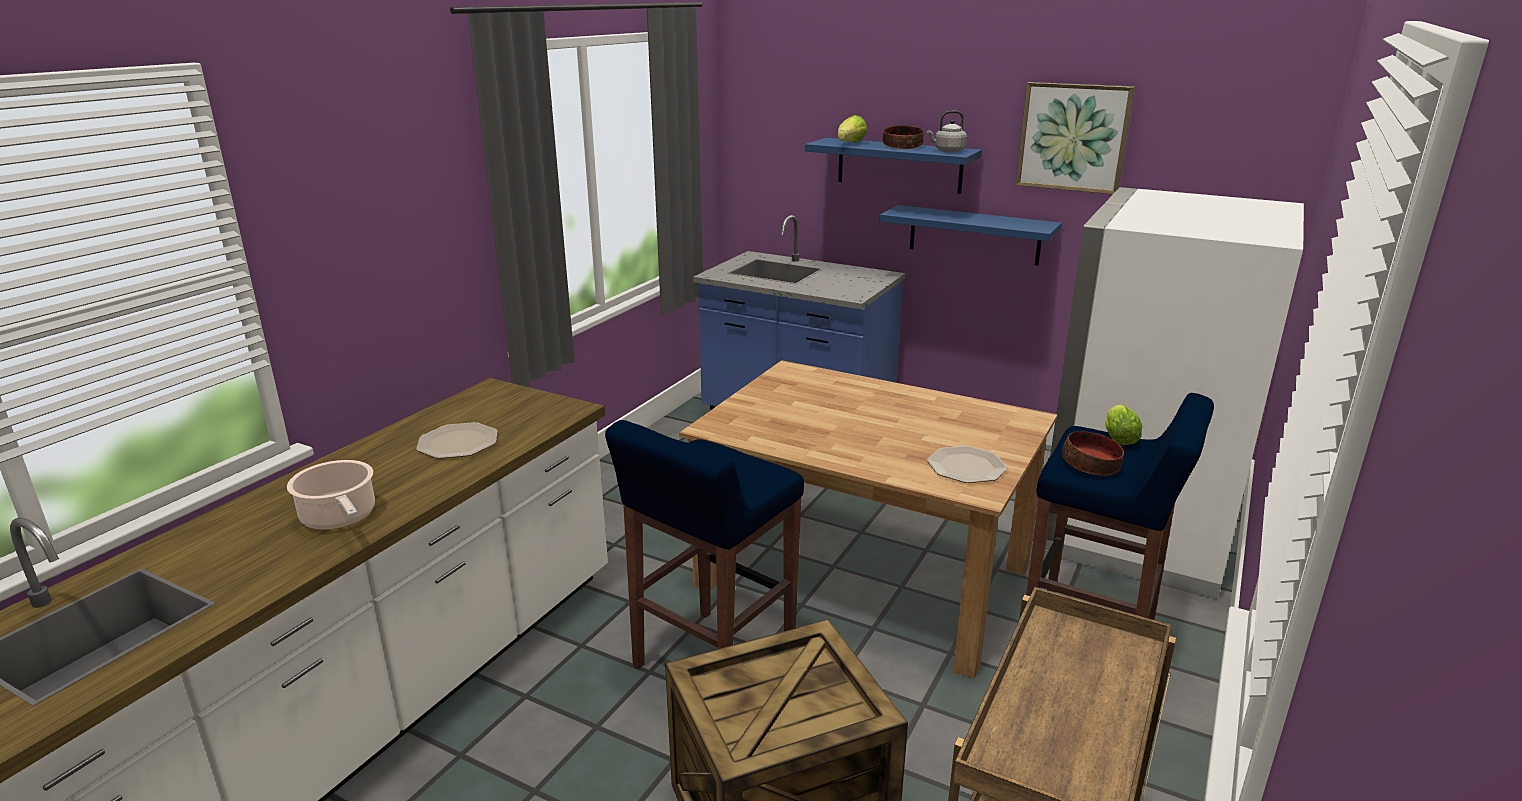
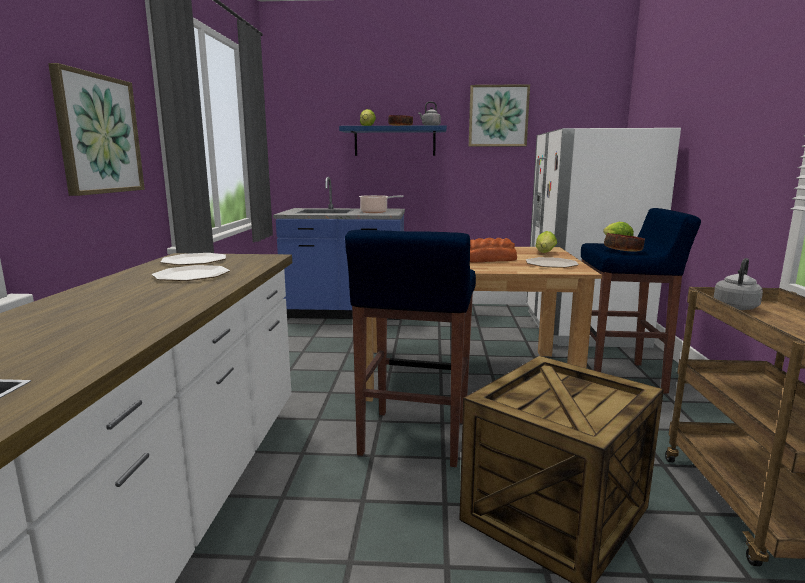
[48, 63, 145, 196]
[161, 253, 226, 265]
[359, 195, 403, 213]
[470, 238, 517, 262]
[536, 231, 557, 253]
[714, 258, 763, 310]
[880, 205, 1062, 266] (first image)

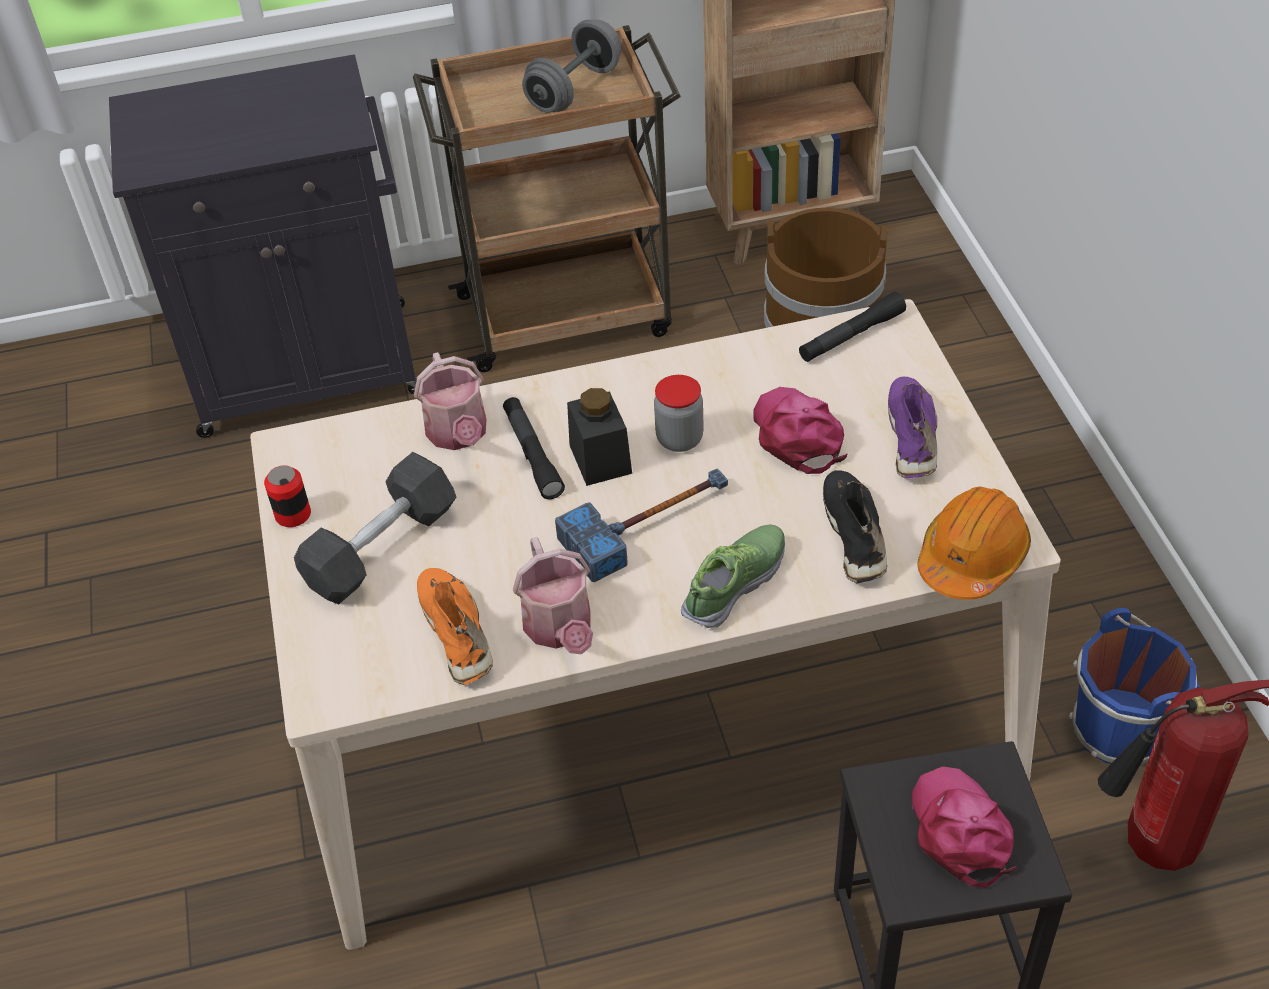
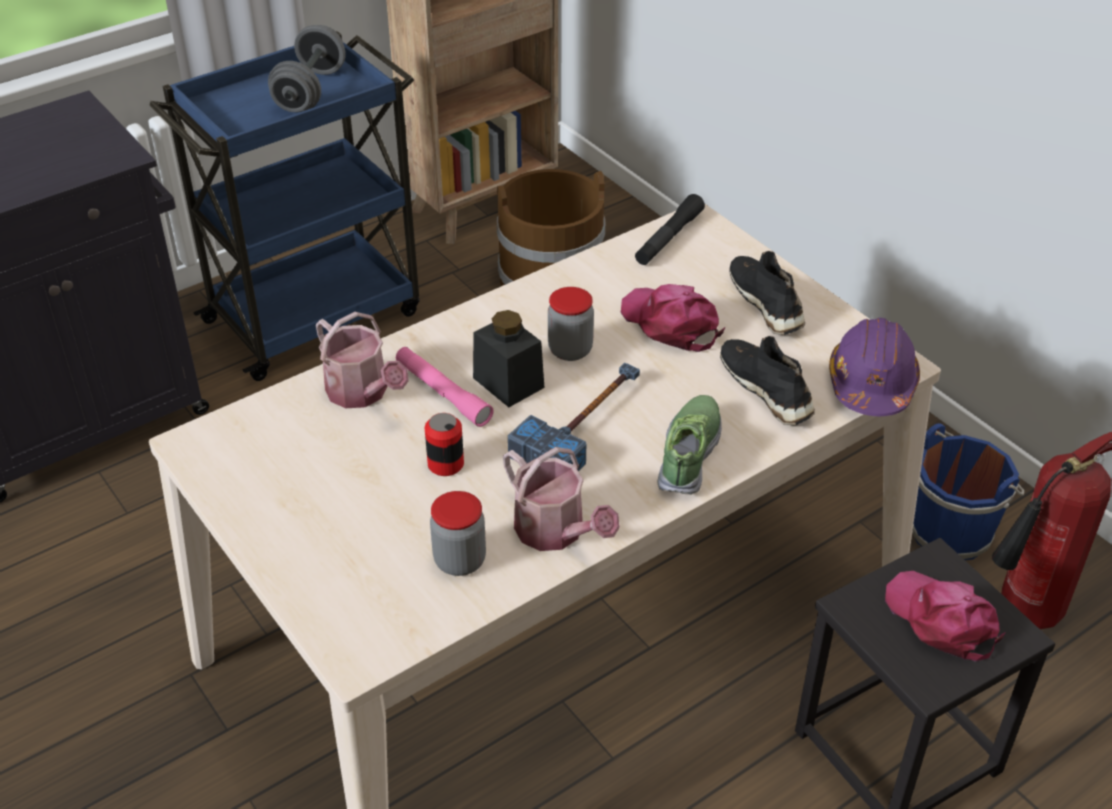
[149, 31, 419, 381]
[396, 347, 494, 427]
[425, 413, 464, 476]
[430, 491, 486, 576]
[729, 251, 805, 335]
[829, 318, 920, 416]
[294, 452, 456, 604] (first image)

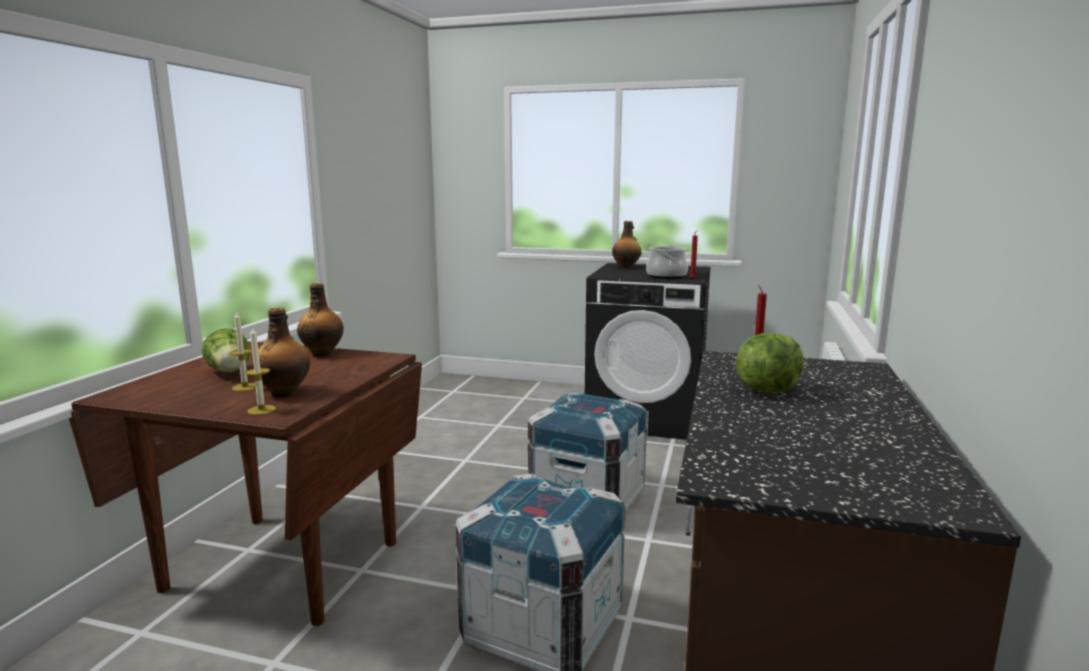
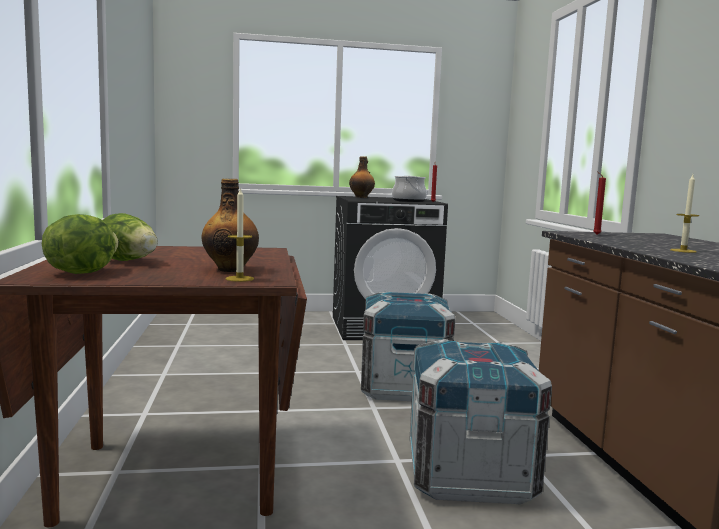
[42, 214, 119, 274]
[670, 175, 699, 253]
[297, 283, 344, 357] (first image)

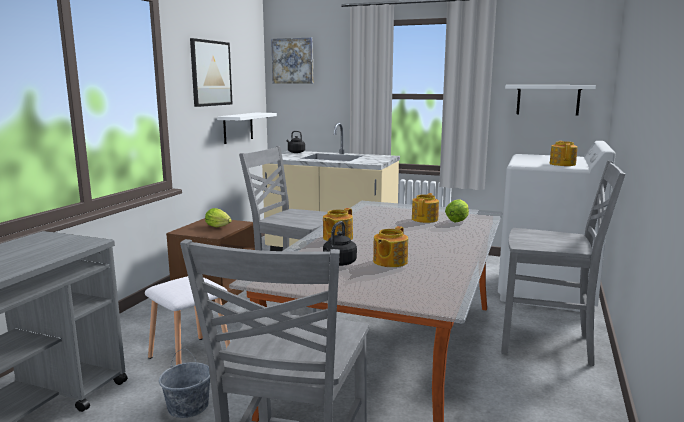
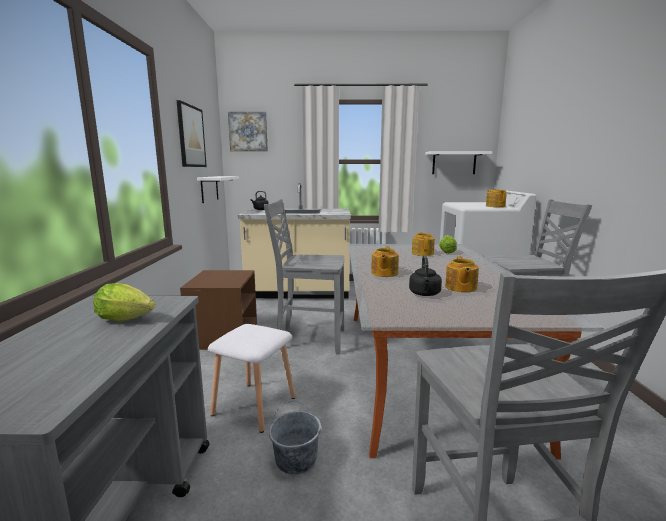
[93, 283, 155, 322]

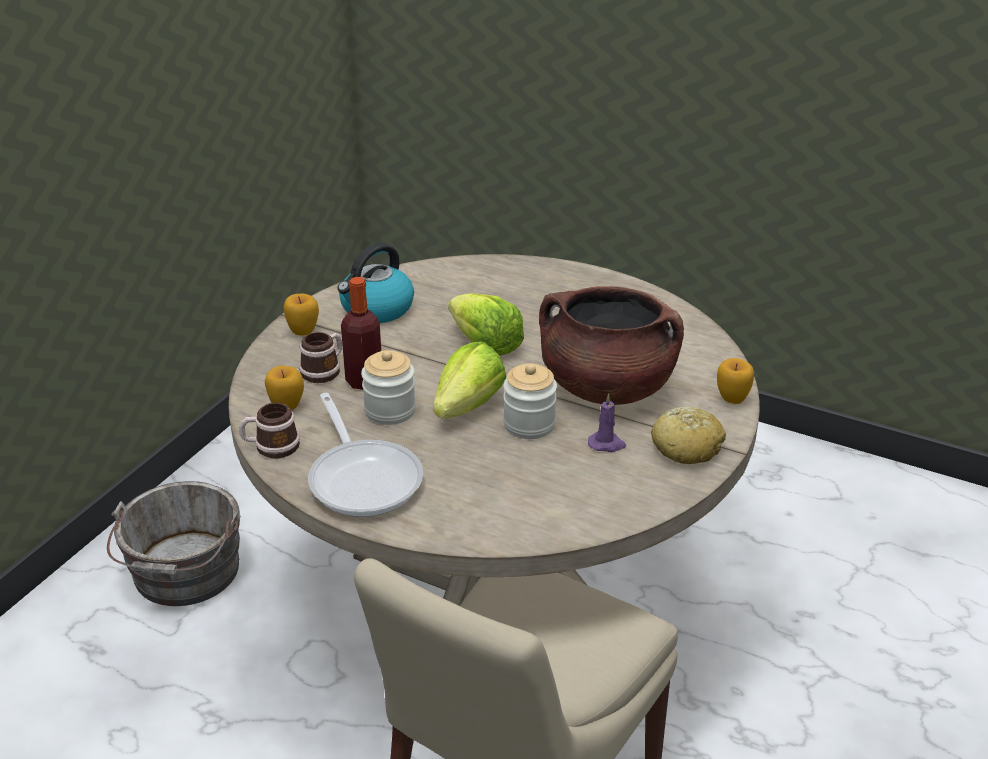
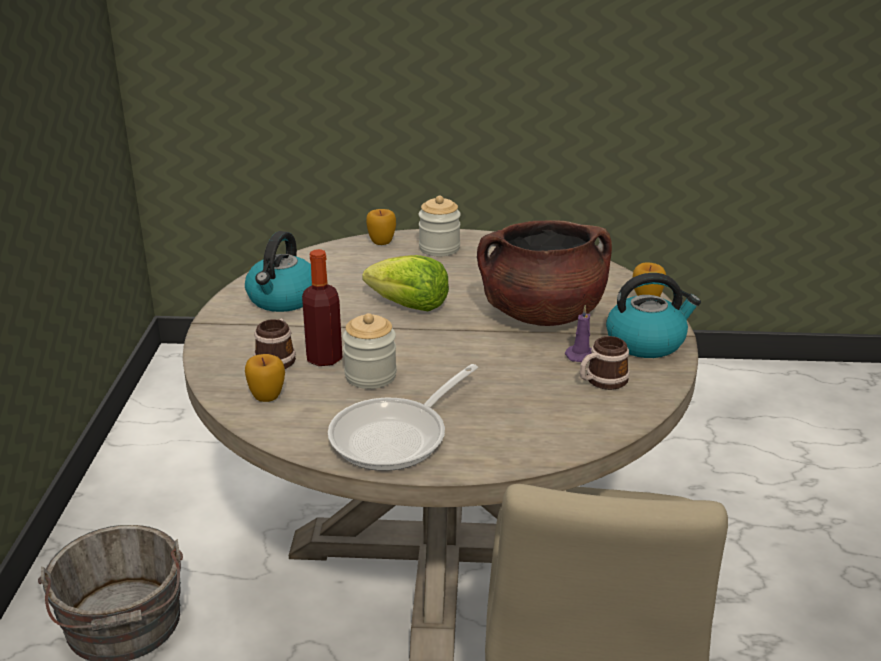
[328, 364, 478, 471]
[366, 209, 396, 245]
[419, 196, 461, 256]
[580, 336, 630, 390]
[606, 273, 701, 358]
[433, 342, 506, 419] (first image)

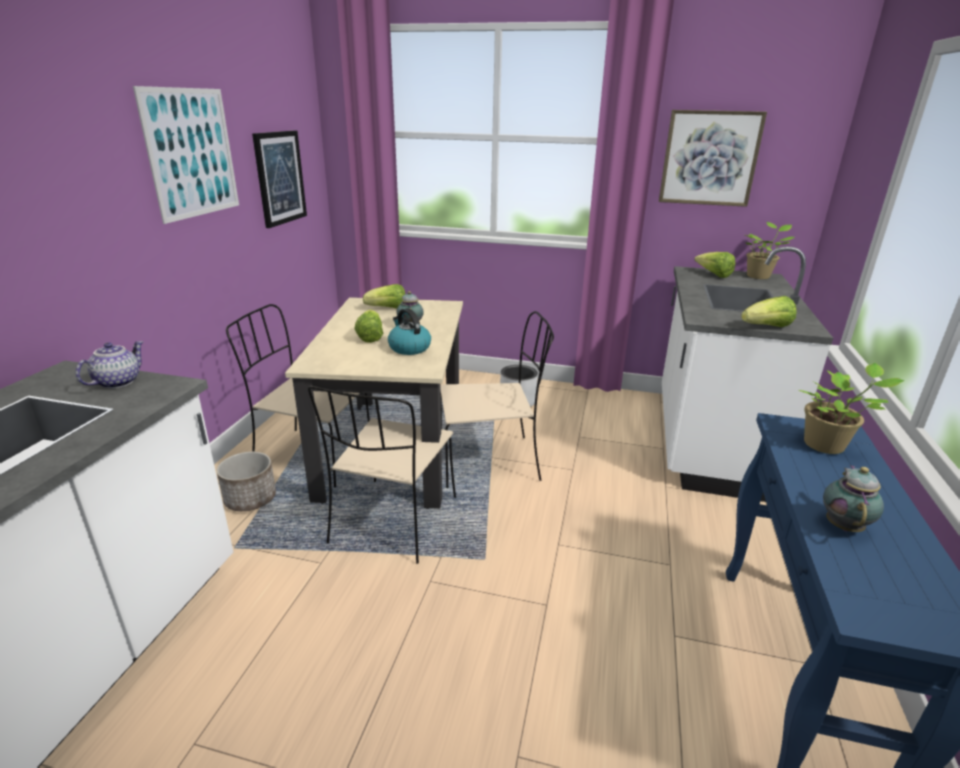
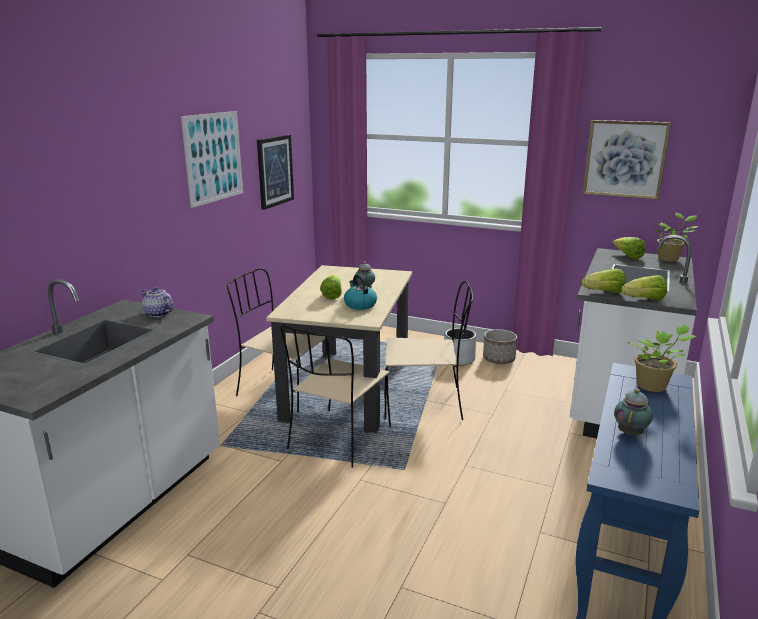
[140, 287, 174, 317]
[483, 329, 517, 364]
[582, 268, 626, 293]

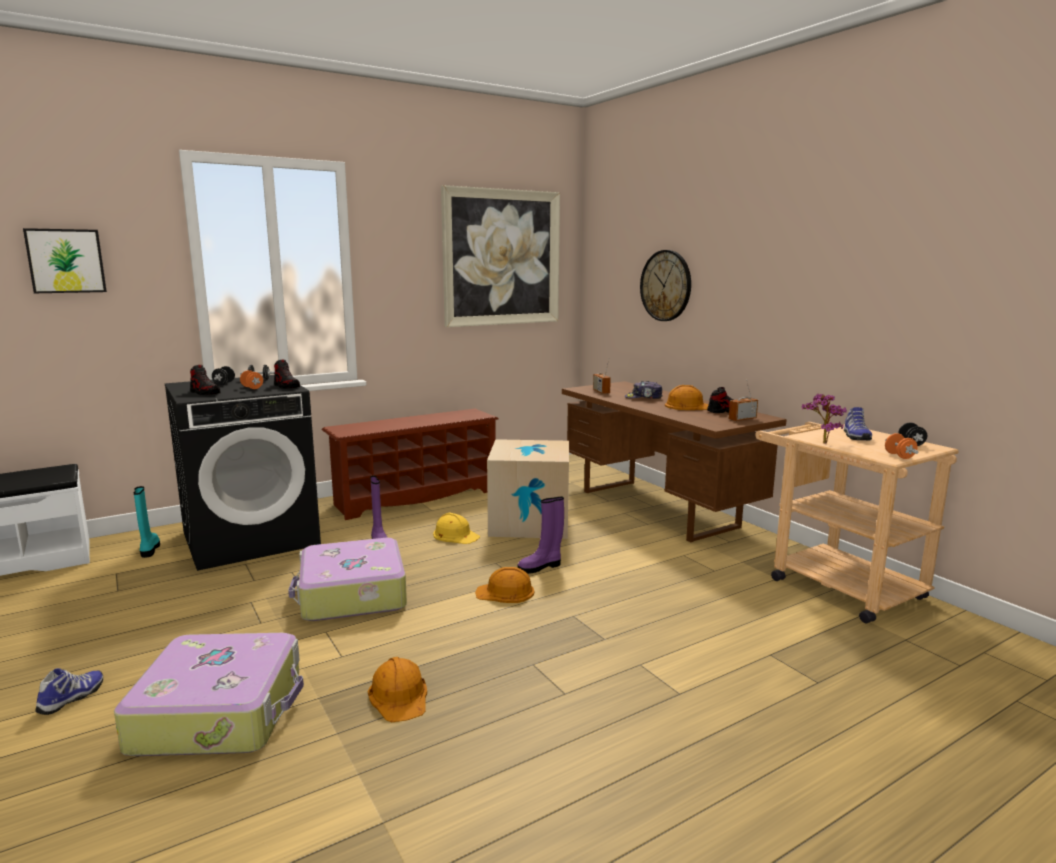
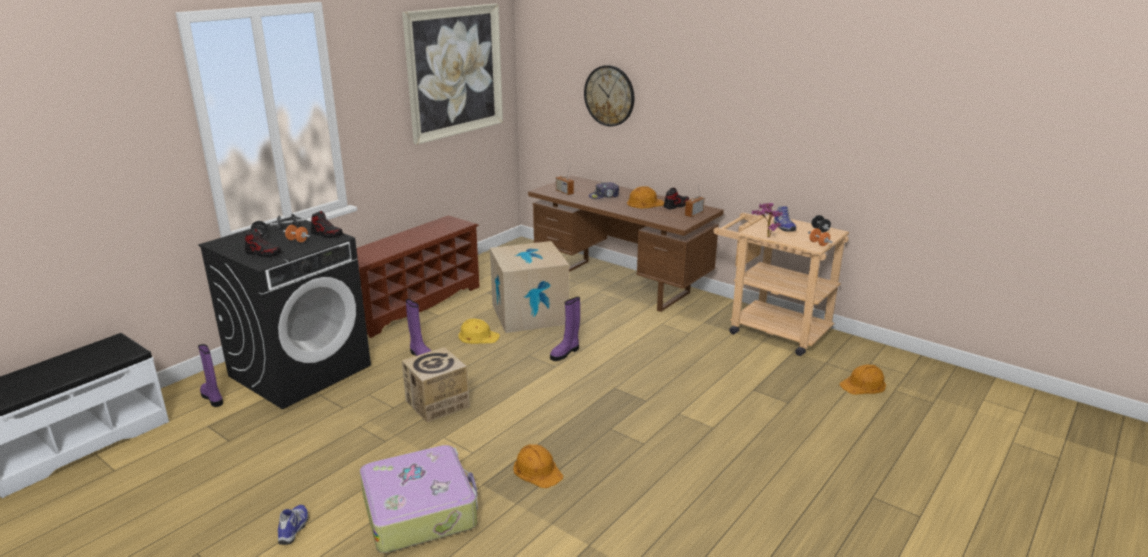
[198, 344, 223, 407]
[402, 347, 470, 422]
[839, 364, 886, 395]
[23, 228, 107, 293] (first image)

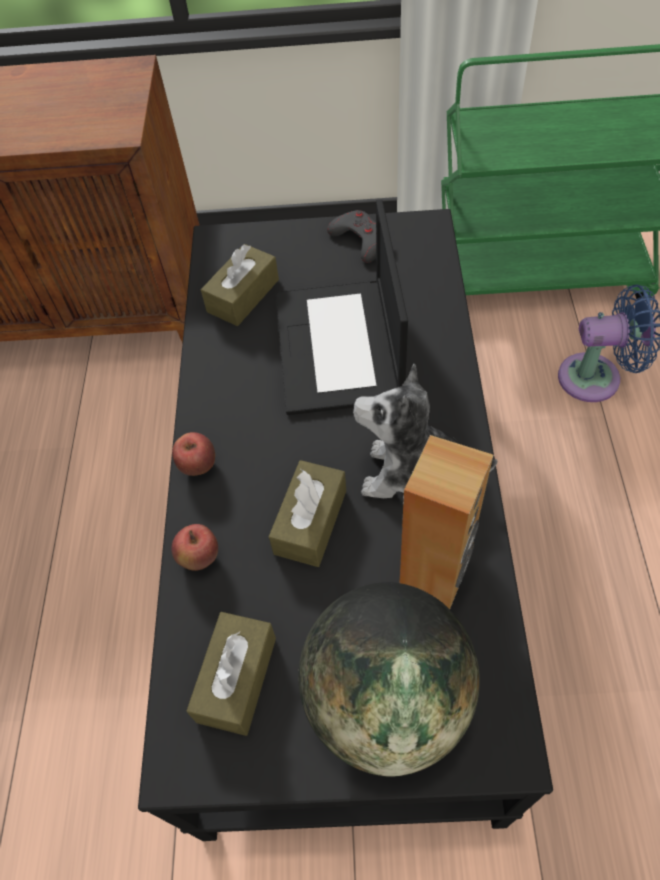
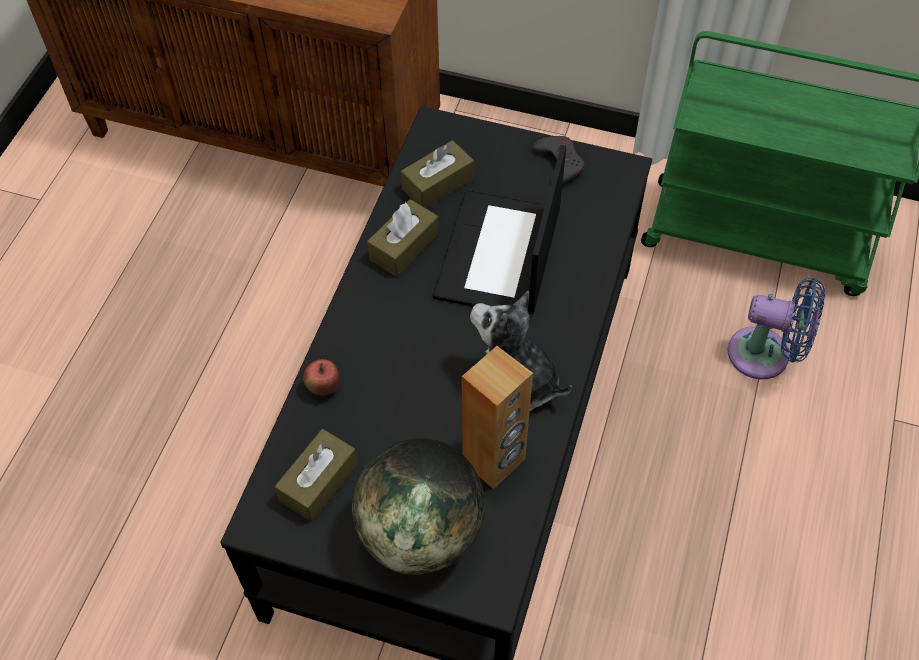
[367, 199, 439, 277]
[172, 432, 215, 476] (first image)

